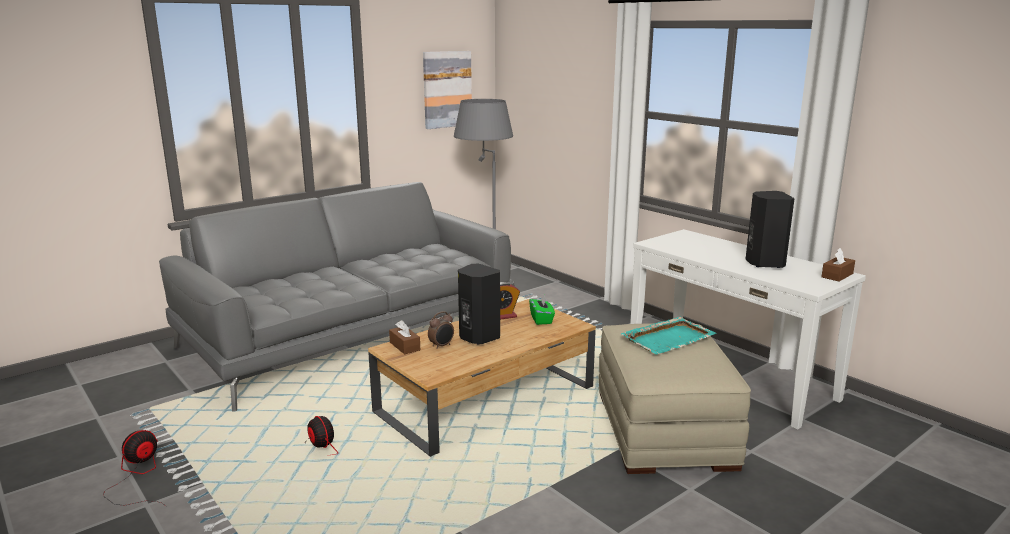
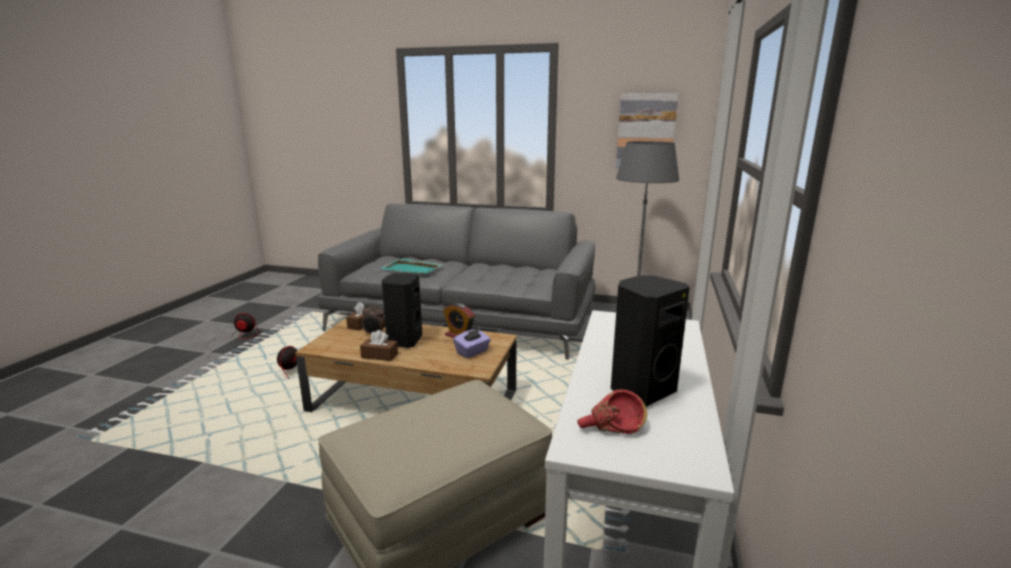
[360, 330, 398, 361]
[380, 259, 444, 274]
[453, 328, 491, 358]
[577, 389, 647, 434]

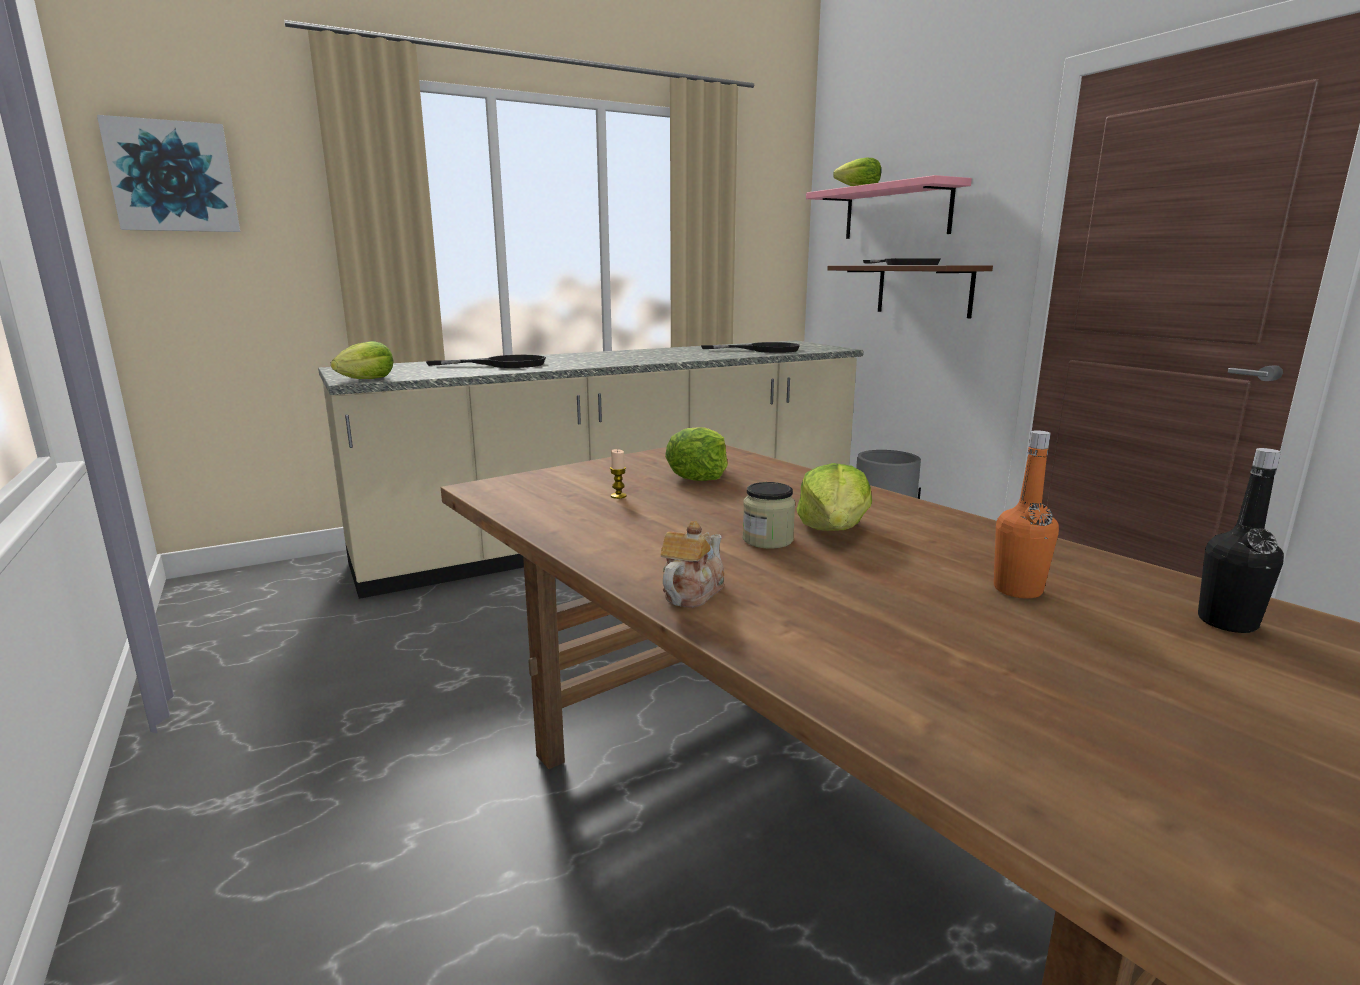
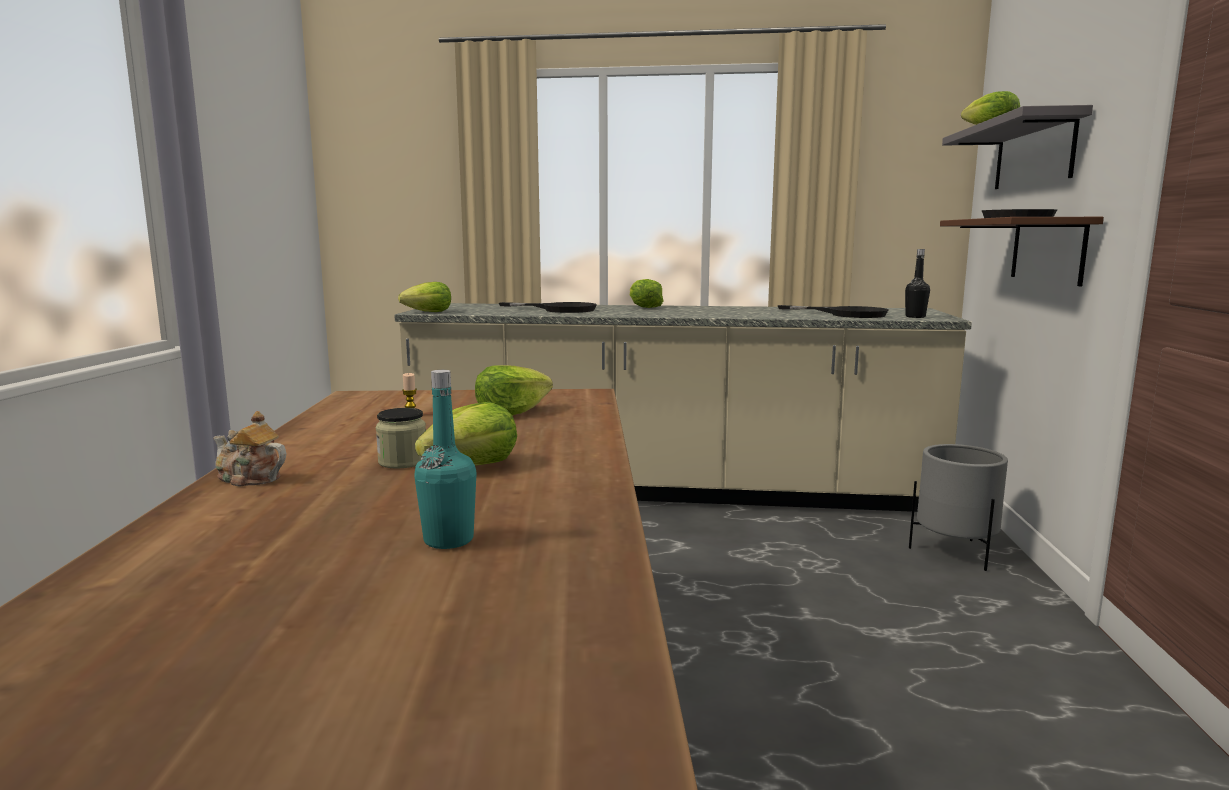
[213, 411, 286, 487]
[414, 370, 477, 549]
[630, 279, 664, 308]
[905, 249, 930, 318]
[942, 105, 1093, 189]
[97, 115, 240, 232] (first image)

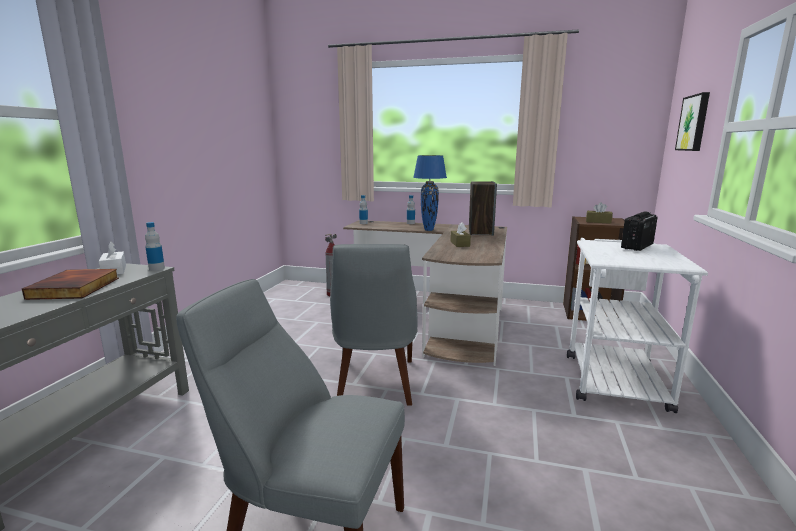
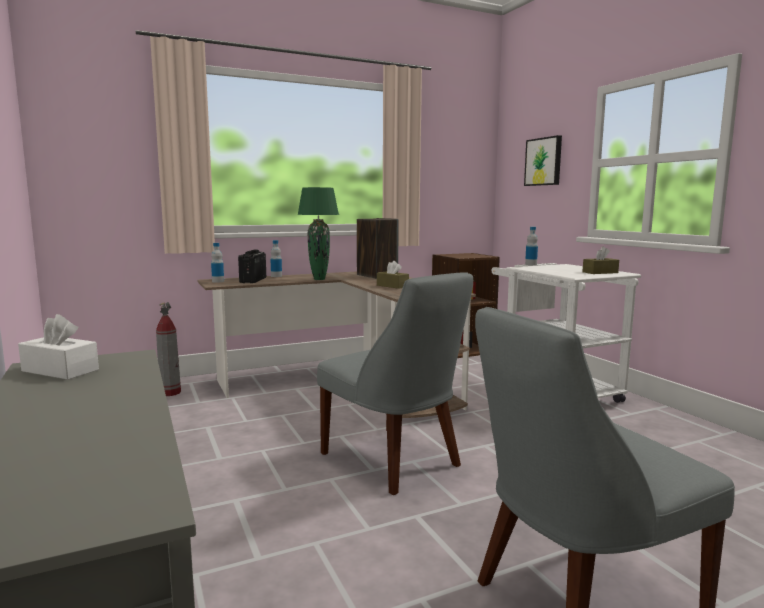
[238, 249, 266, 283]
[297, 187, 339, 280]
[525, 227, 538, 265]
[582, 246, 619, 274]
[22, 269, 119, 300] (first image)

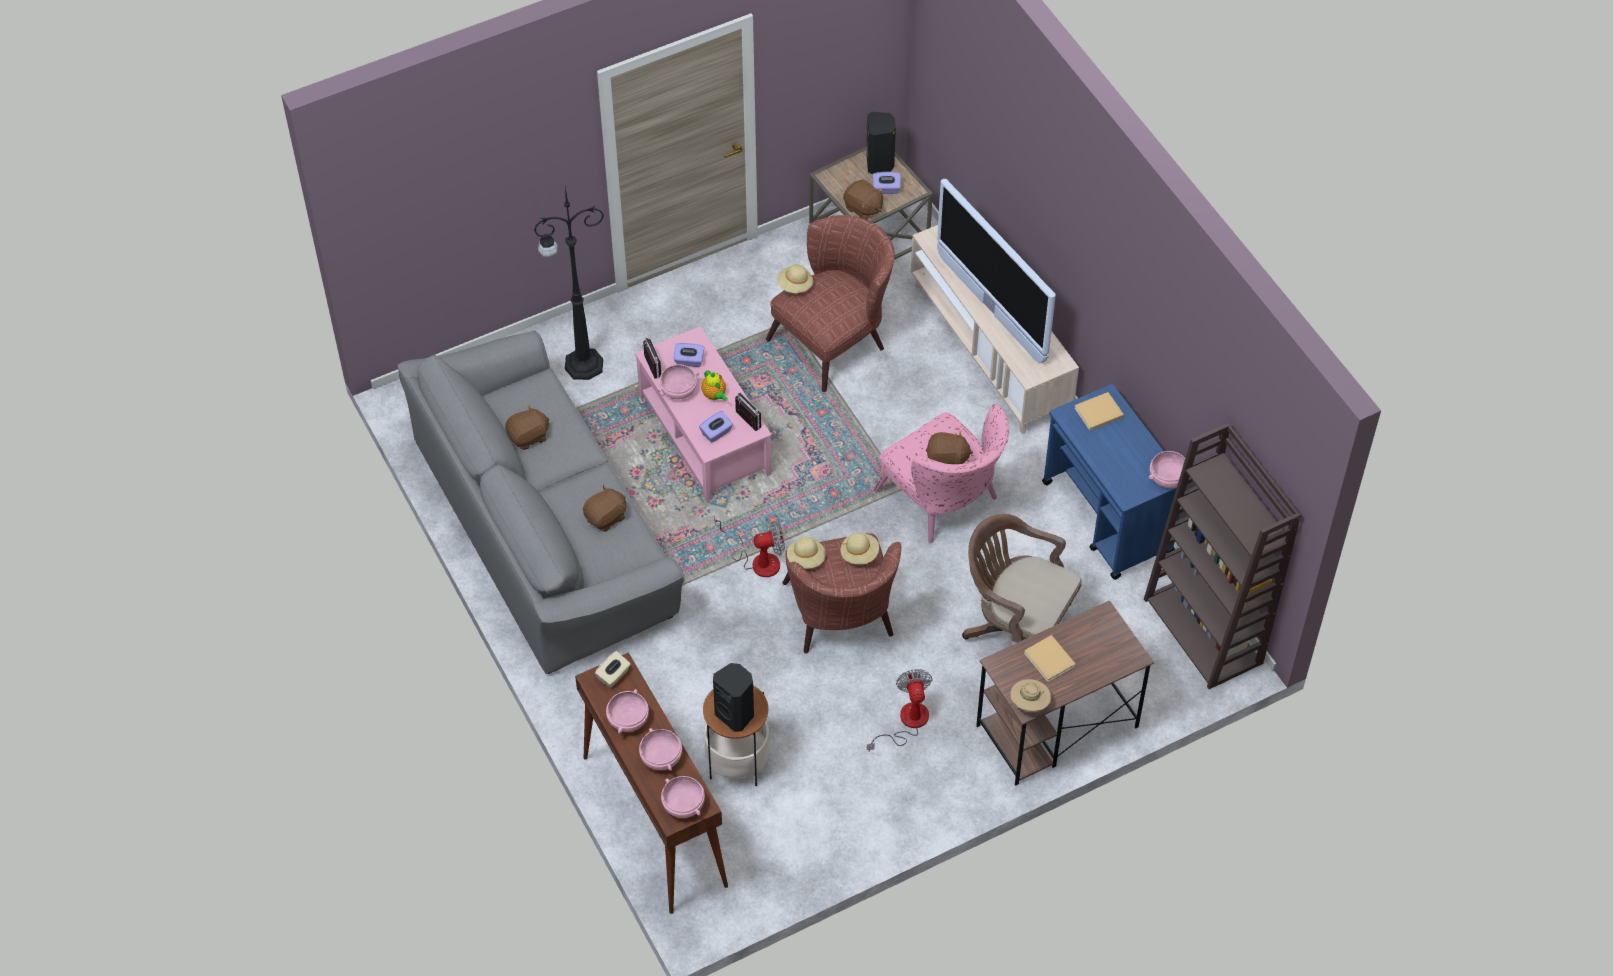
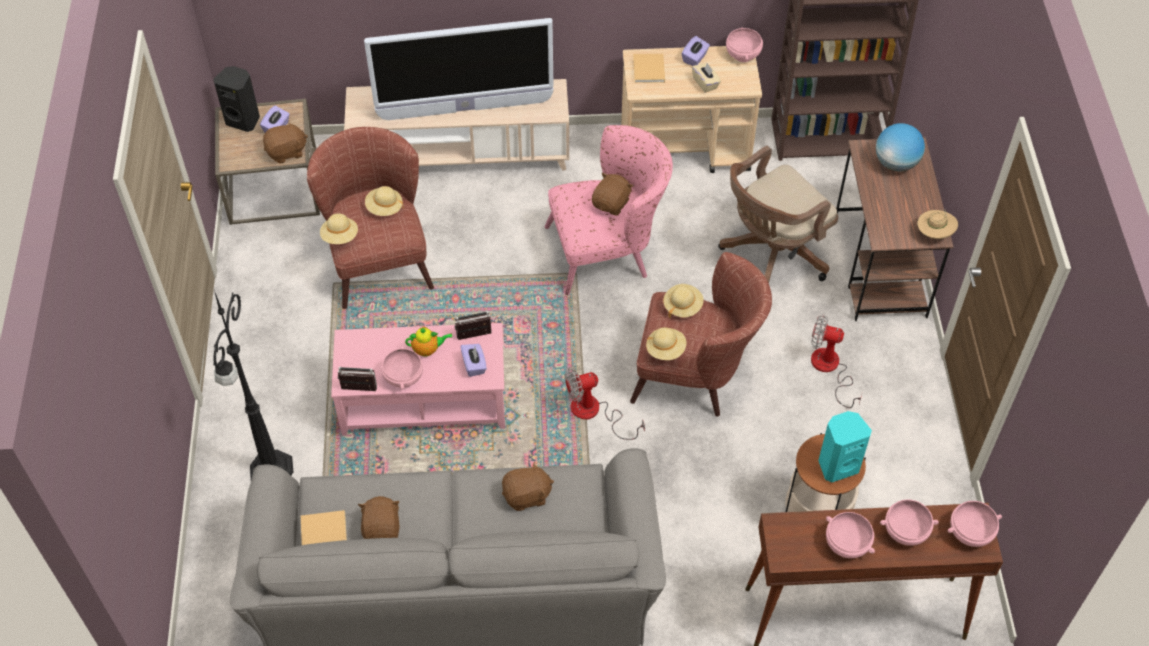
[301, 510, 347, 545]
[365, 186, 404, 216]
[502, 461, 554, 511]
[565, 367, 645, 440]
[621, 46, 762, 173]
[682, 36, 710, 66]
[692, 63, 721, 93]
[818, 411, 872, 482]
[876, 123, 925, 172]

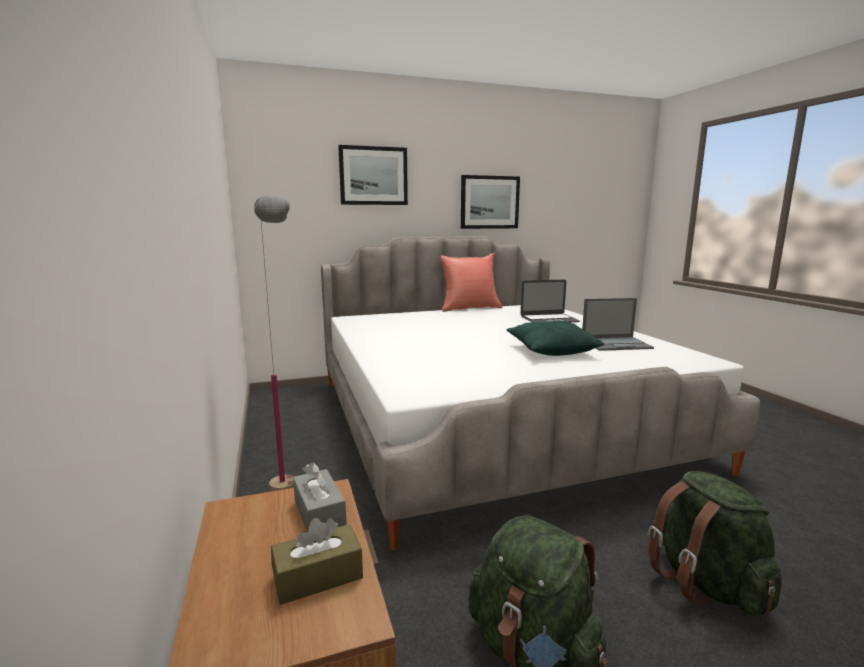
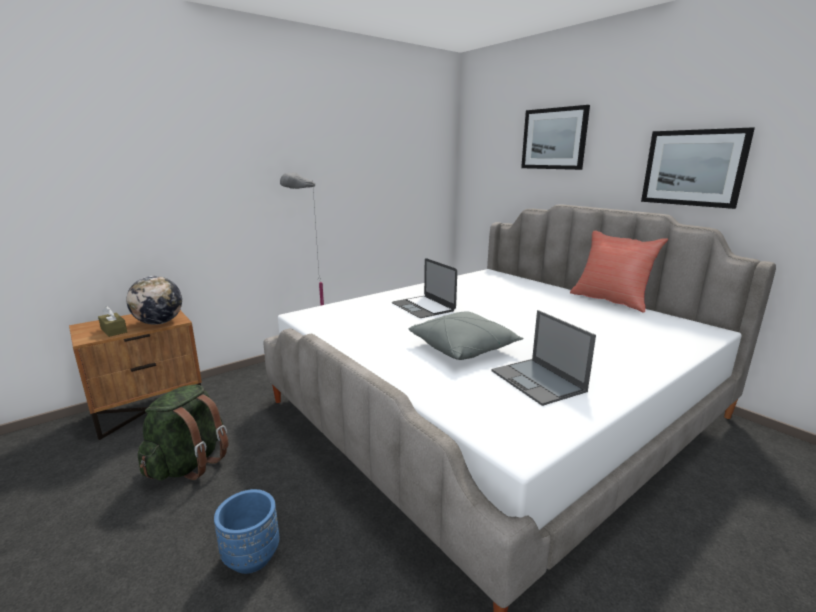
[126, 276, 182, 325]
[214, 489, 279, 574]
[392, 258, 457, 318]
[409, 311, 524, 360]

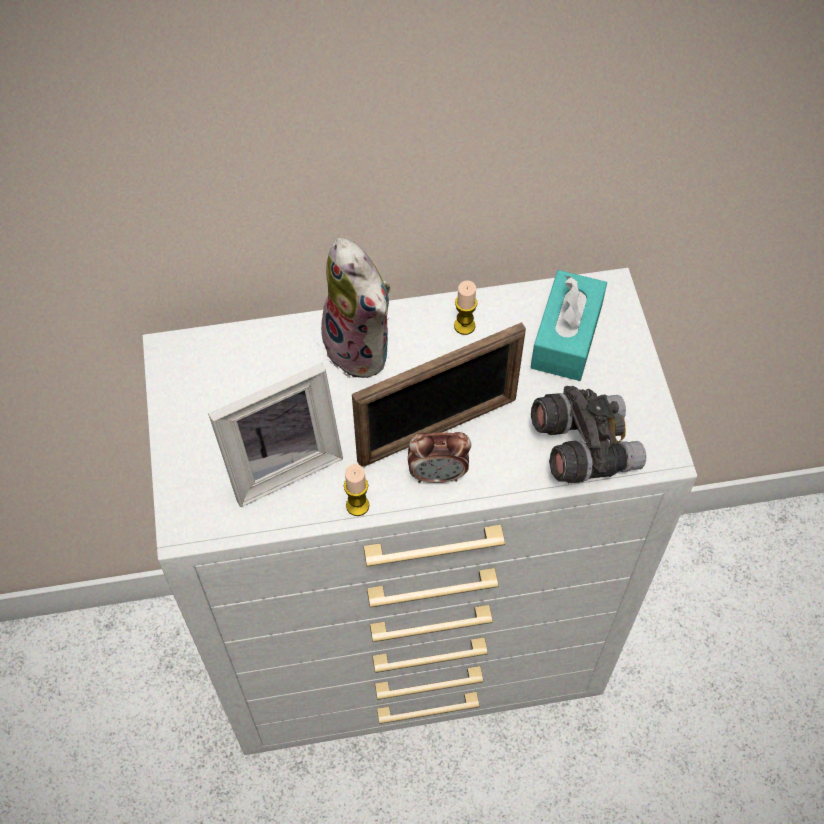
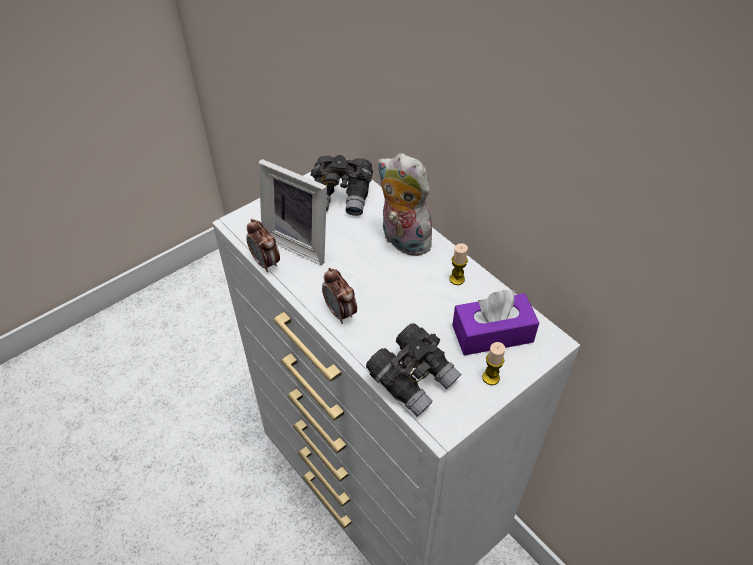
[246, 219, 280, 272]
[311, 155, 373, 216]
[378, 153, 434, 256]
[452, 290, 539, 356]
[482, 342, 505, 385]
[352, 322, 526, 467] (first image)

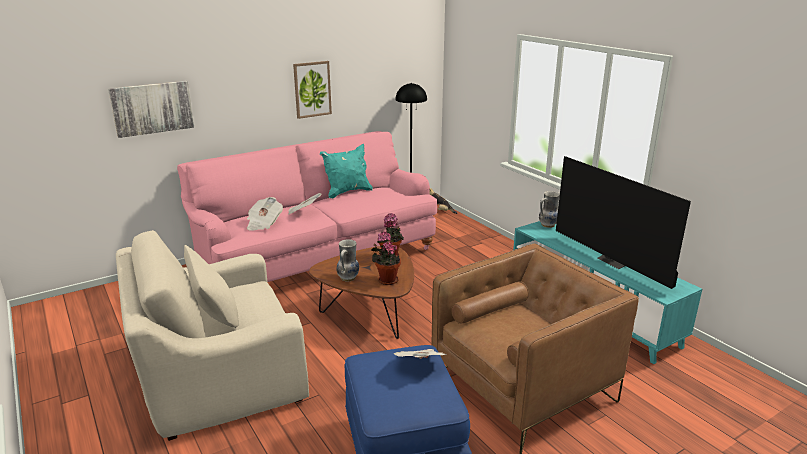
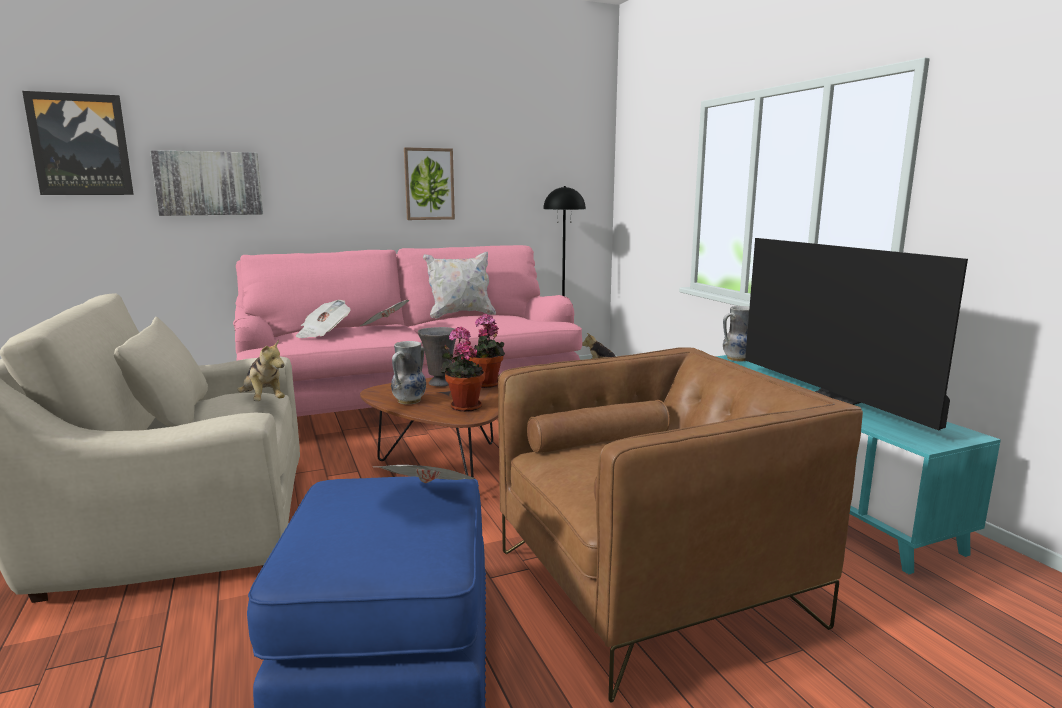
[22, 91, 134, 195]
[237, 340, 285, 401]
[418, 327, 456, 387]
[423, 252, 496, 319]

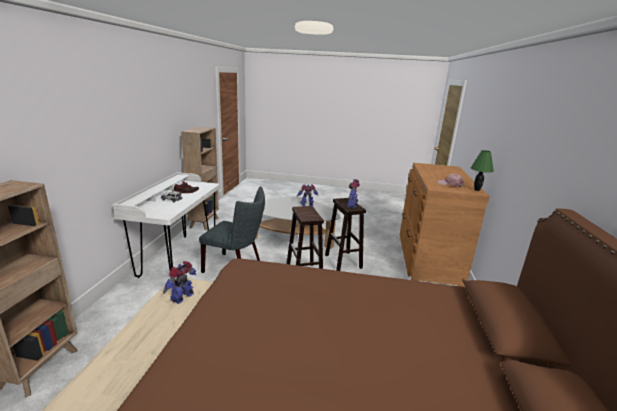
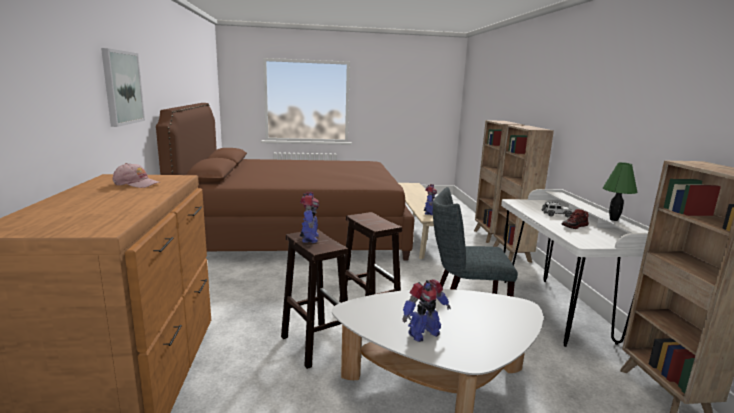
[101, 48, 145, 127]
[493, 125, 554, 263]
[603, 162, 638, 221]

